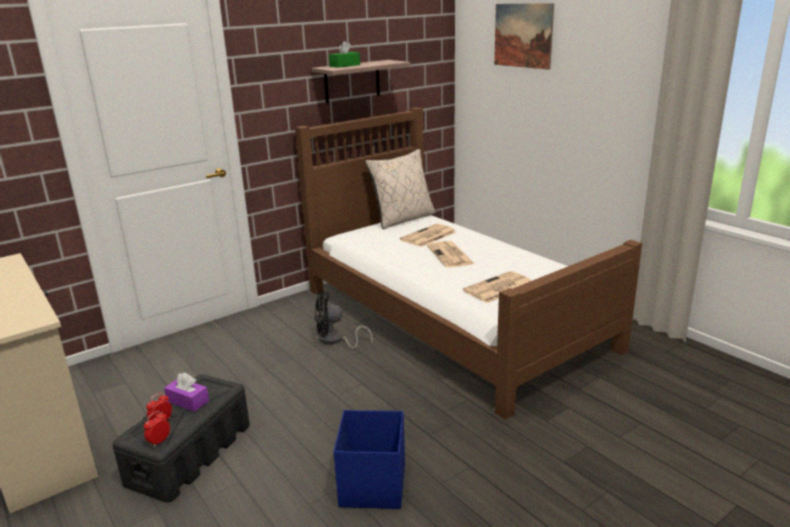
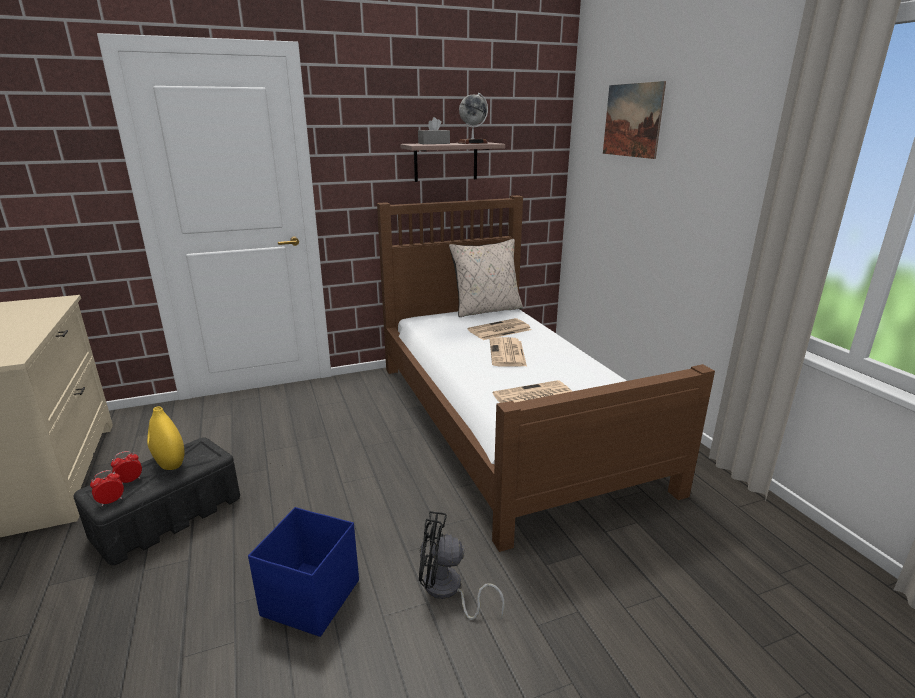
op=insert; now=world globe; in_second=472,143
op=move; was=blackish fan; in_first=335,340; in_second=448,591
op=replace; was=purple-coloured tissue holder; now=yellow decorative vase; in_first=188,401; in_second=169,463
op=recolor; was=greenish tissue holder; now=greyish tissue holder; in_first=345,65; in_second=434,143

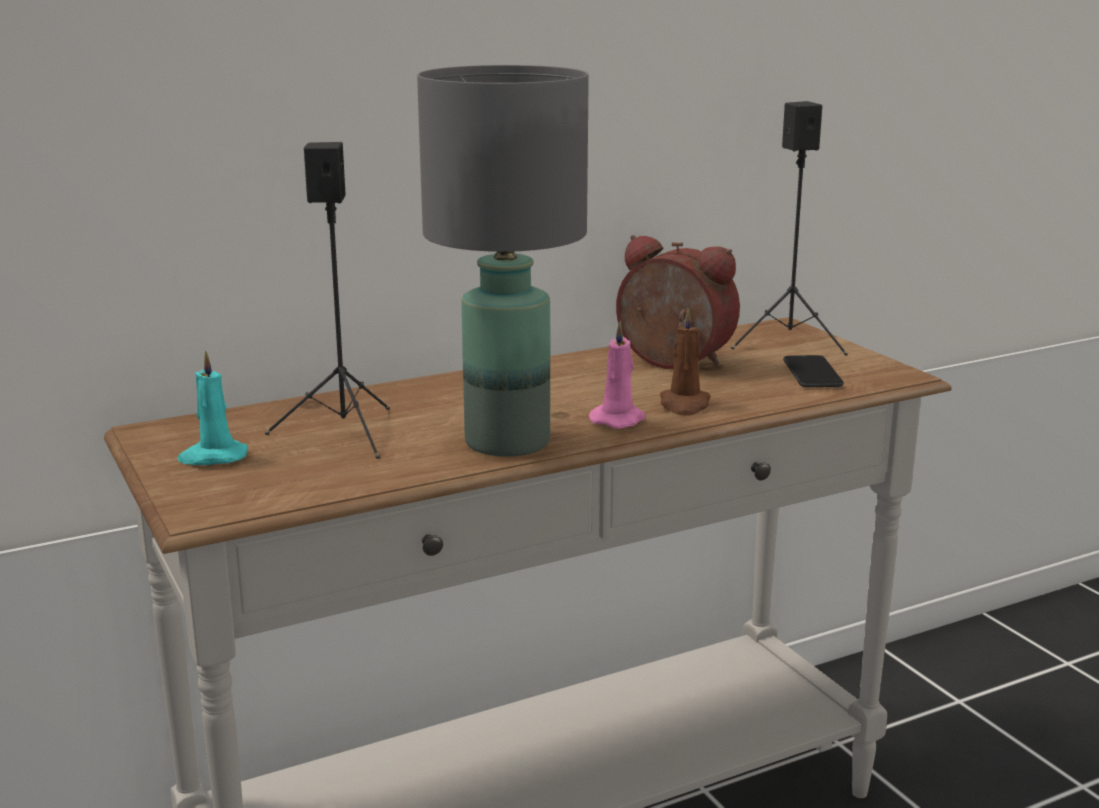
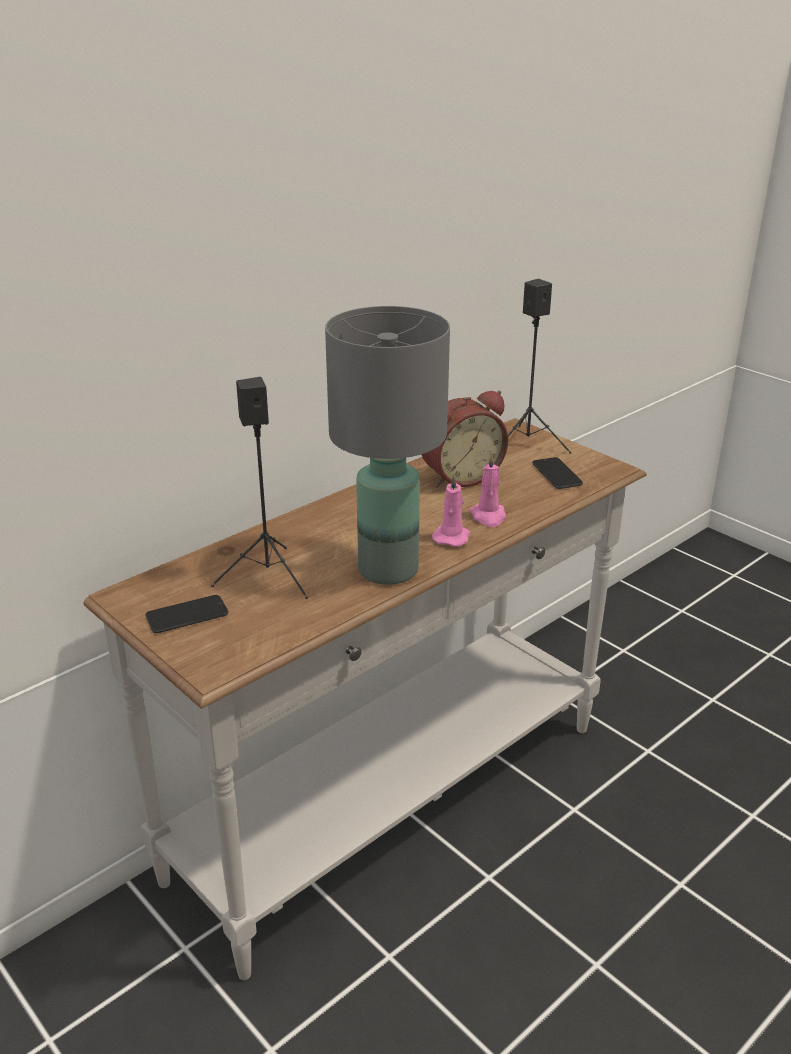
op=replace; was=blue-green wax light; now=telephone; in_first=213,457; in_second=187,615
op=recolor; was=brown wax light; now=pink-coloured wax light; in_first=684,405; in_second=488,517
op=rotate; was=table clock; in_first=672,363; in_second=459,476; clockwise=135

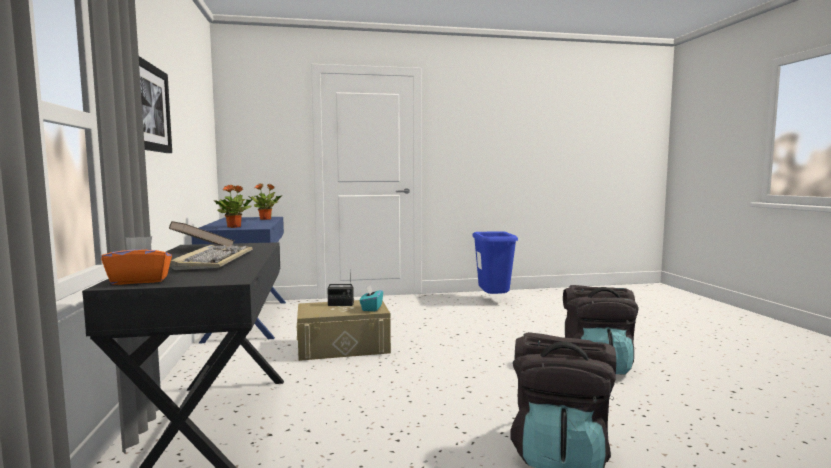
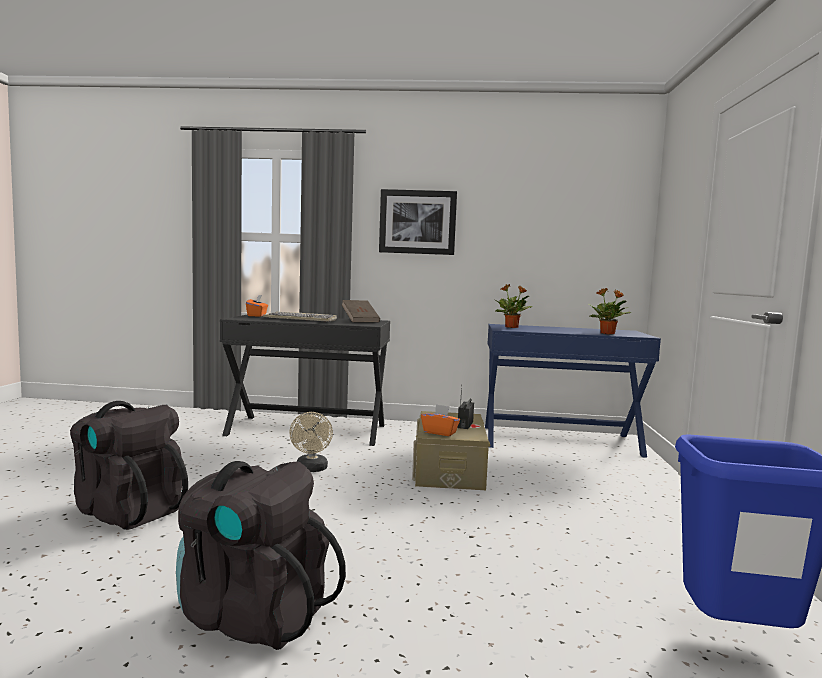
op=insert; now=beige fan; in_second=311,469
op=recolor; was=blue-green tissue holder; now=orange-coloured tissue holder; in_first=371,308; in_second=440,432

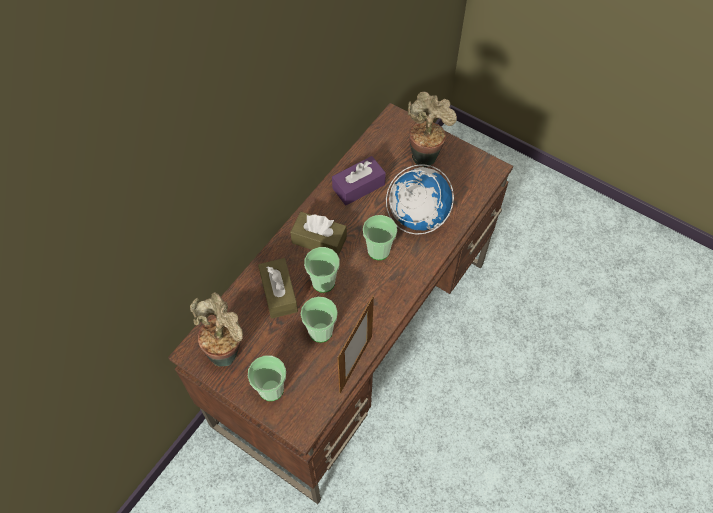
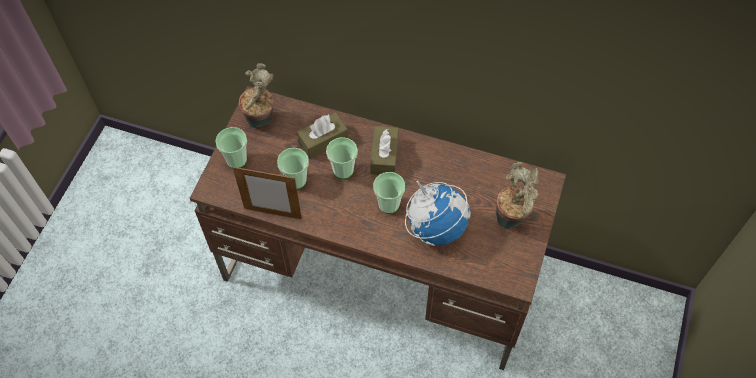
op=delete; was=purple-coloured tissue holder; in_first=358,186

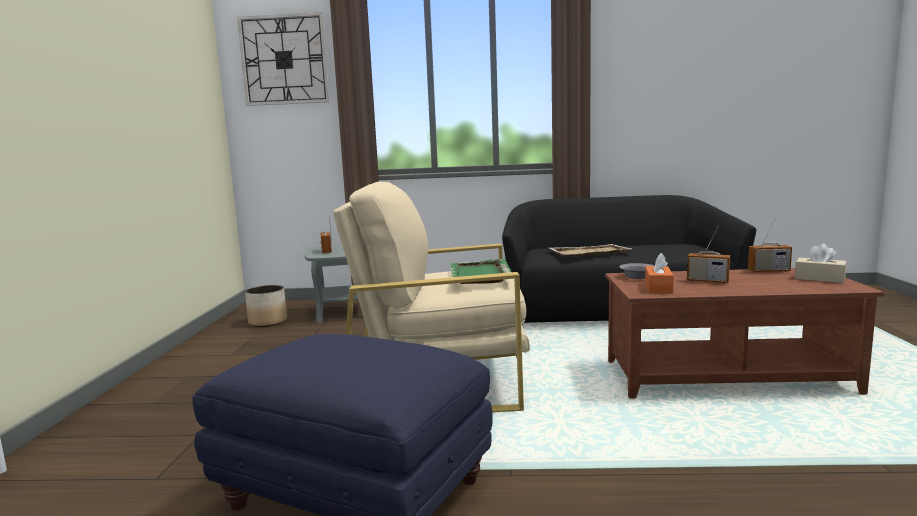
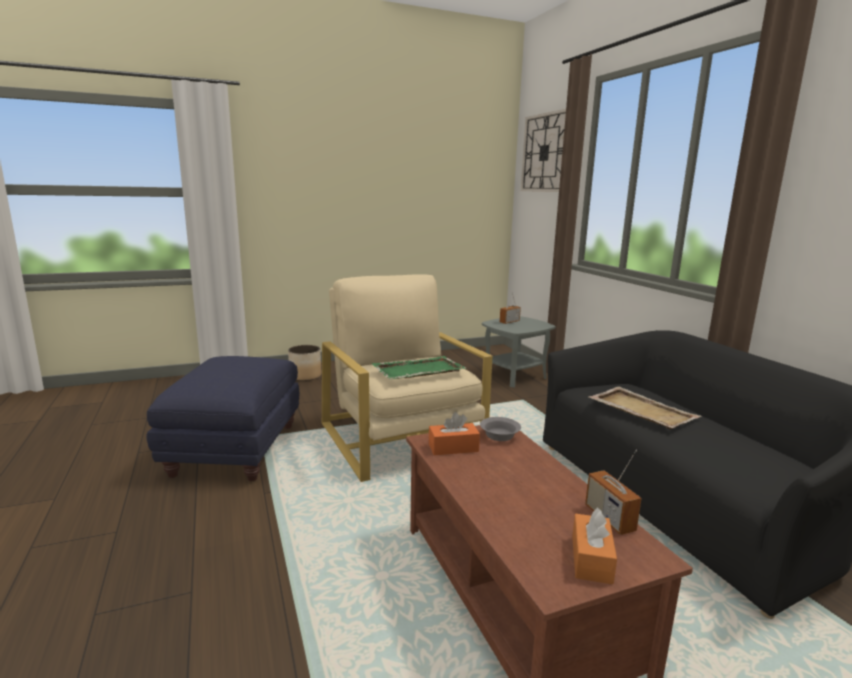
op=delete; was=radio set; in_first=707,281
op=move; was=plant pot; in_first=268,322; in_second=305,376
op=recolor; was=beige tissue holder; now=orange-coloured tissue holder; in_first=819,278; in_second=591,559

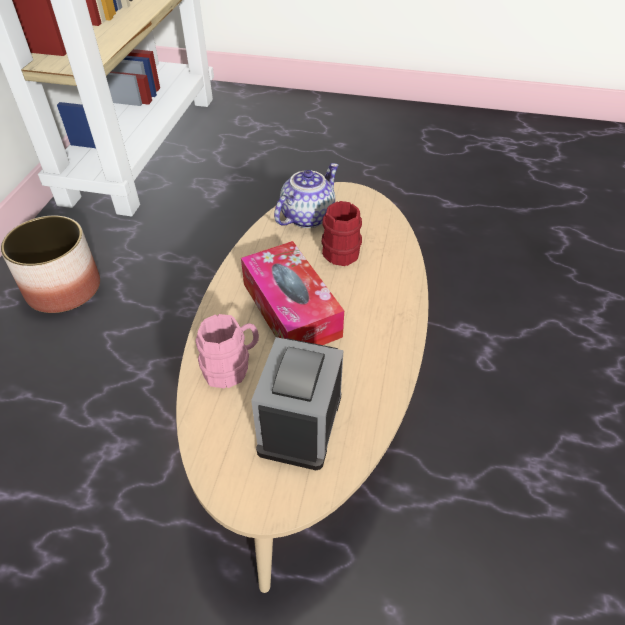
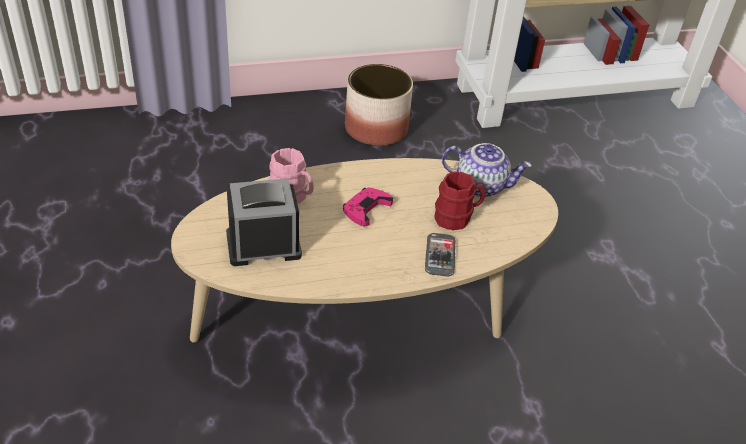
op=insert; now=telephone; in_second=440,256
op=replace; was=tissue holder; now=pink-coloured gamepad; in_first=291,310; in_second=366,209

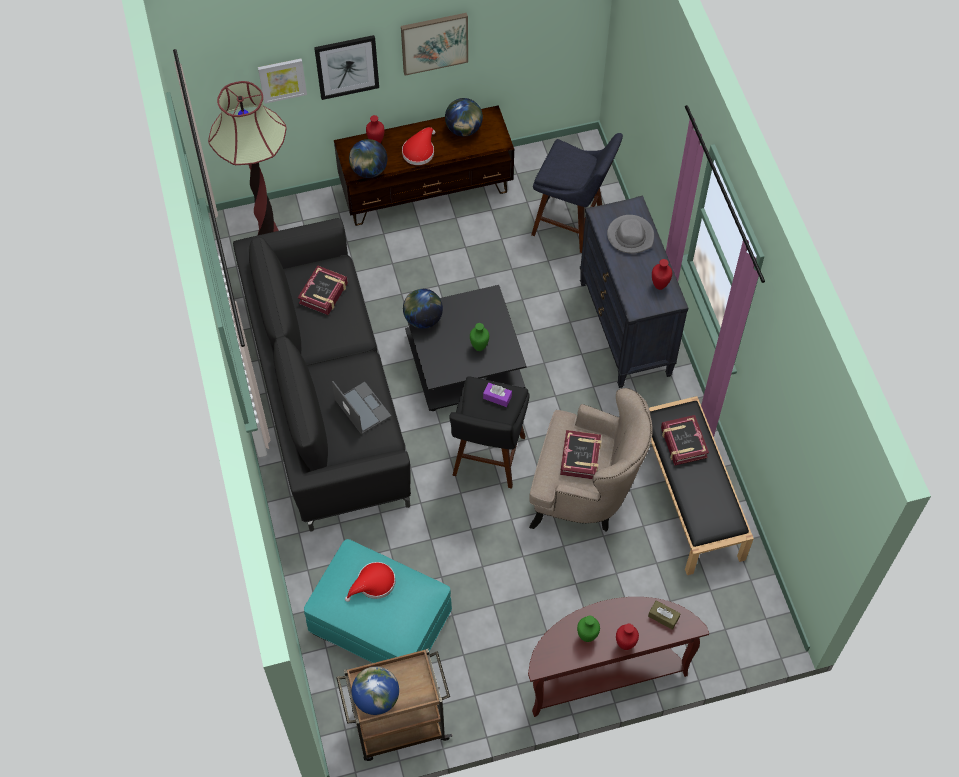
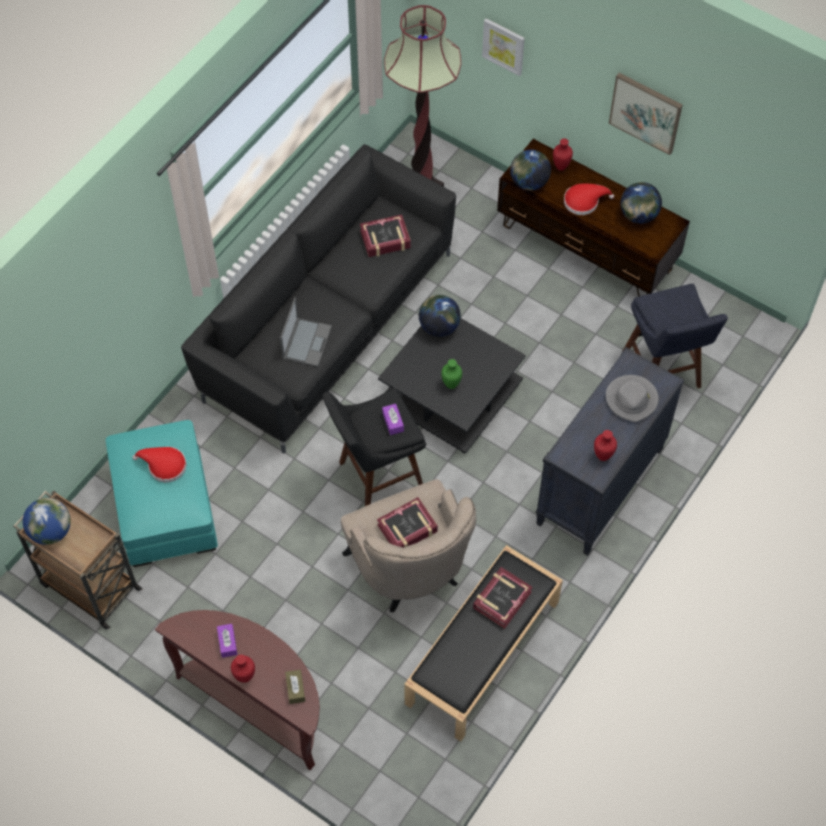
op=delete; was=picture; in_first=347,66
op=replace; was=greenish decorative vase; now=purple-coloured tissue holder; in_first=586,637; in_second=227,643

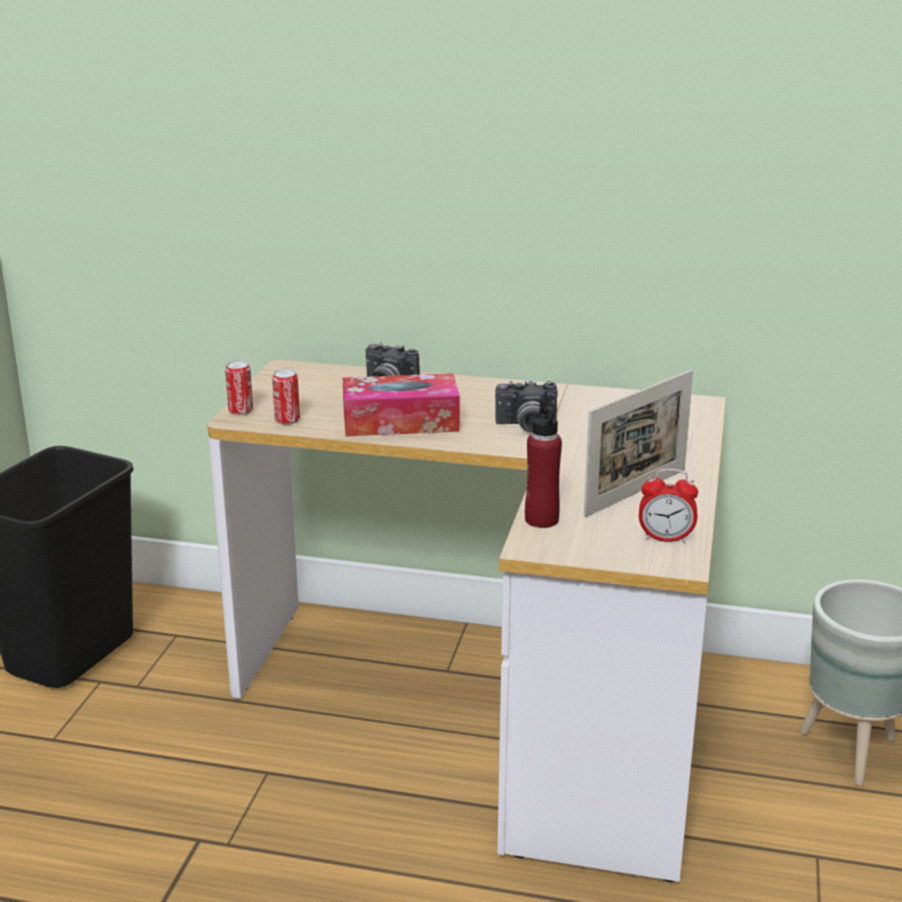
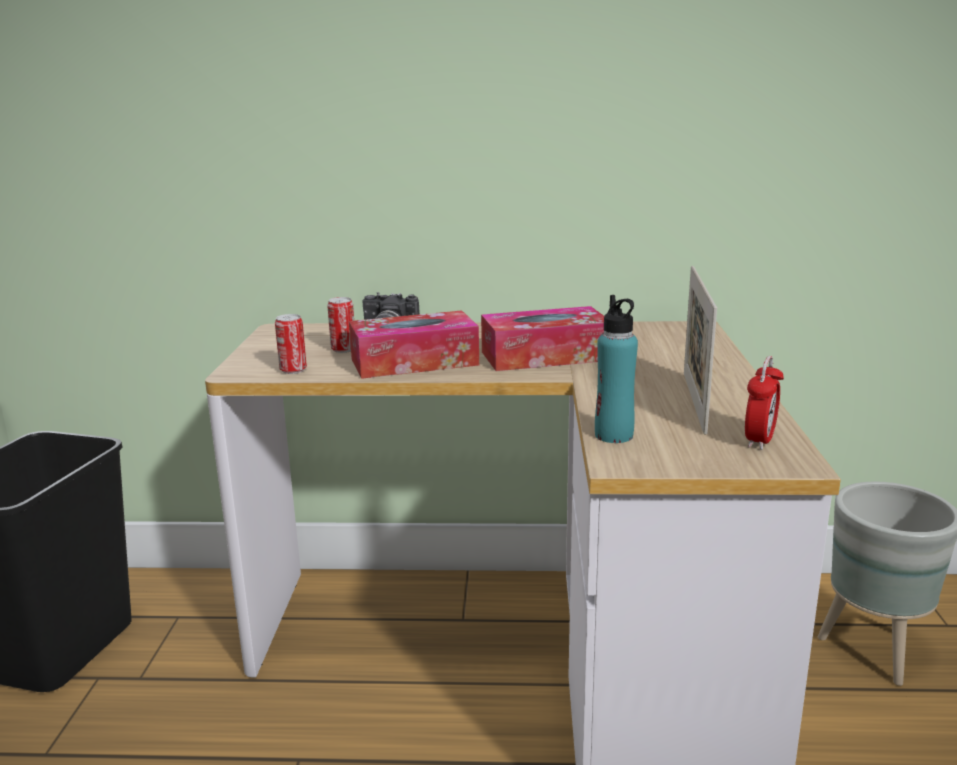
op=move; was=sealed can; in_first=240,411; in_second=343,349
op=replace; was=still camera; now=tissue holder; in_first=526,426; in_second=545,356
op=recolor; was=red-coloured beverage bottle; now=blue-green beverage bottle; in_first=541,520; in_second=614,435
op=rotate; was=photo frame; in_first=635,492; in_second=694,401; clockwise=150
op=rotate; was=table clock; in_first=665,538; in_second=759,440; clockwise=-60

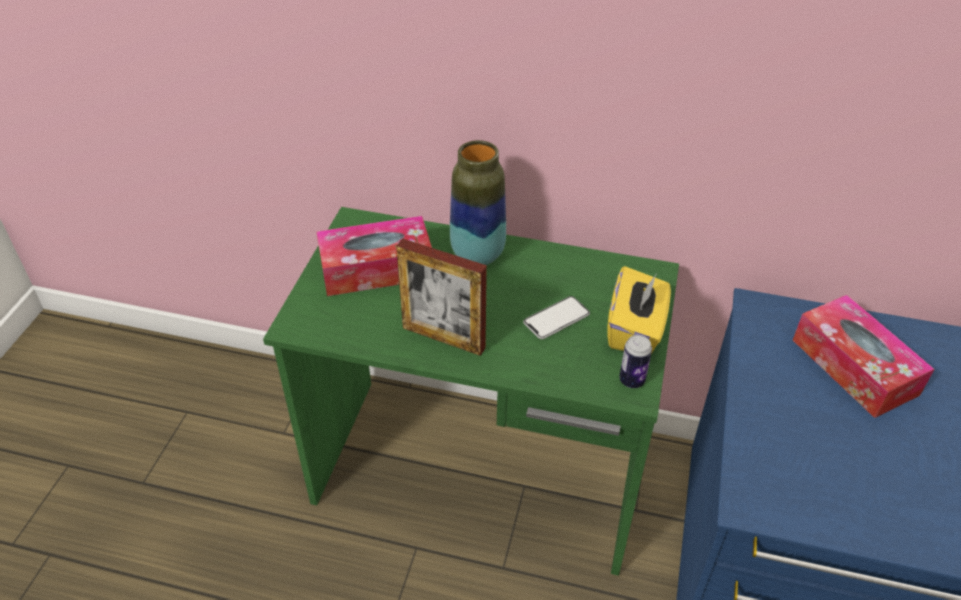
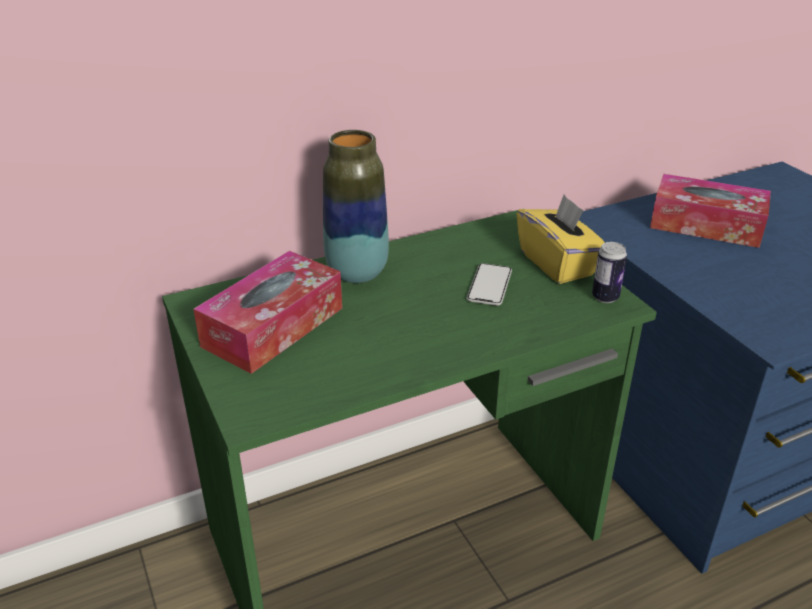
op=delete; was=photo frame; in_first=443,337

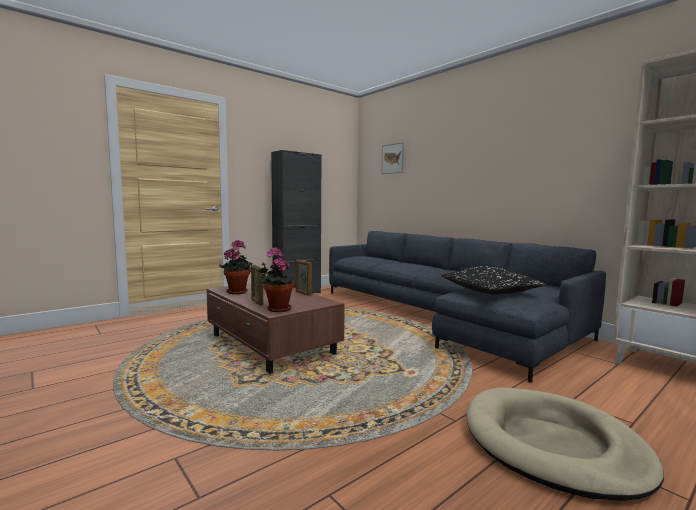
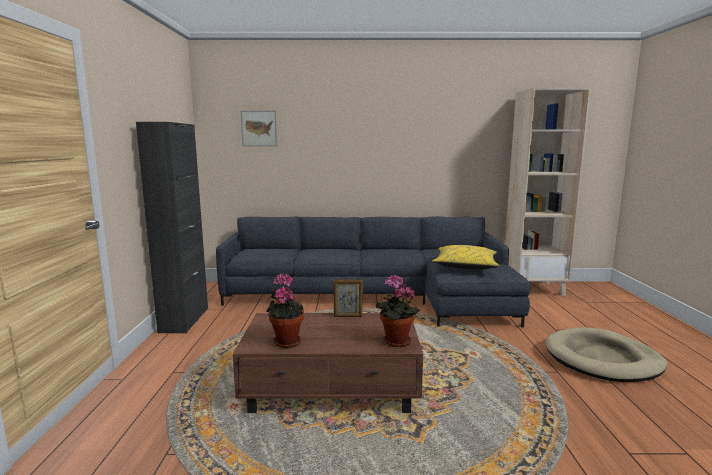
op=delete; was=photo frame; in_first=257,302
op=recolor; was=blackish throw pillow; now=yellow throw pillow; in_first=490,292; in_second=465,266

